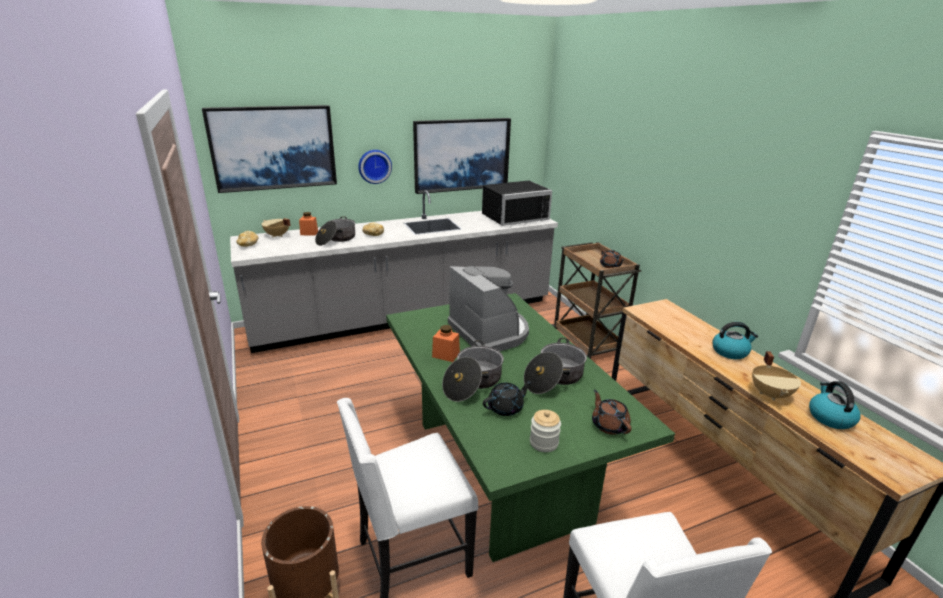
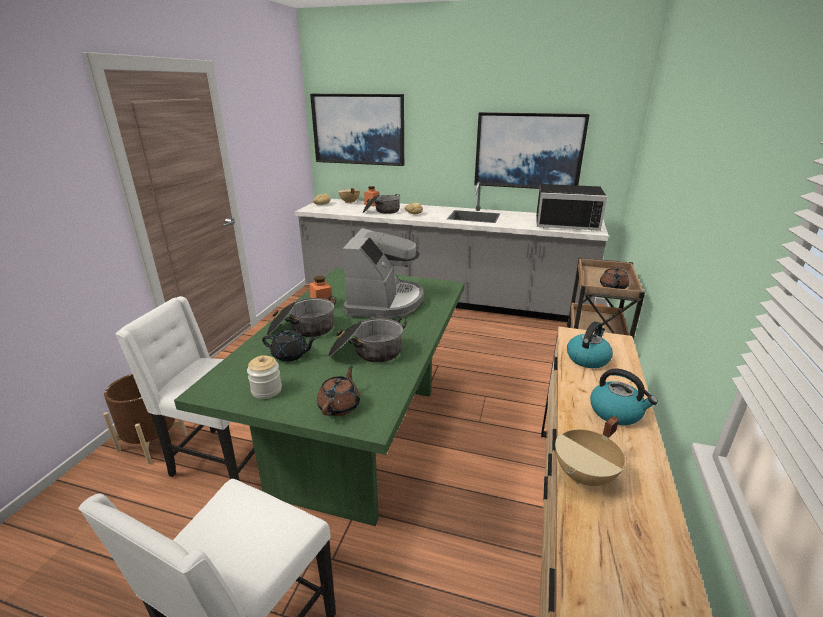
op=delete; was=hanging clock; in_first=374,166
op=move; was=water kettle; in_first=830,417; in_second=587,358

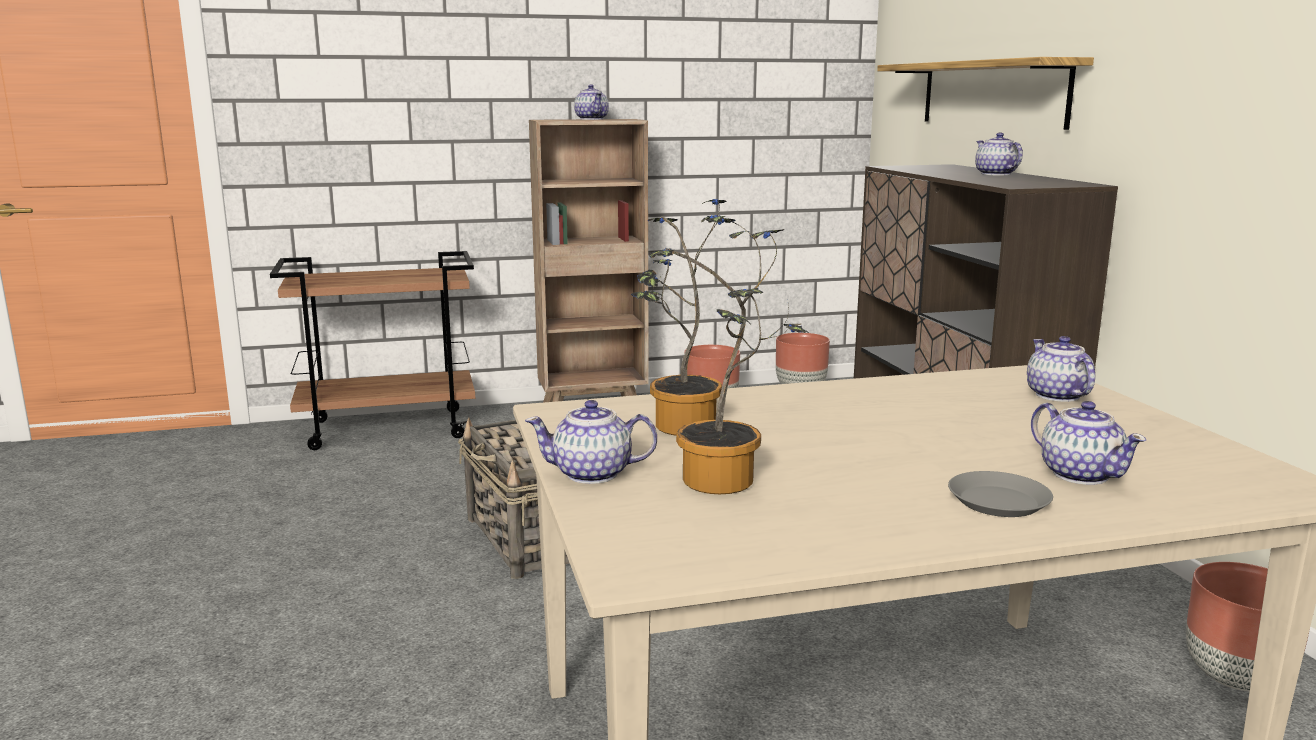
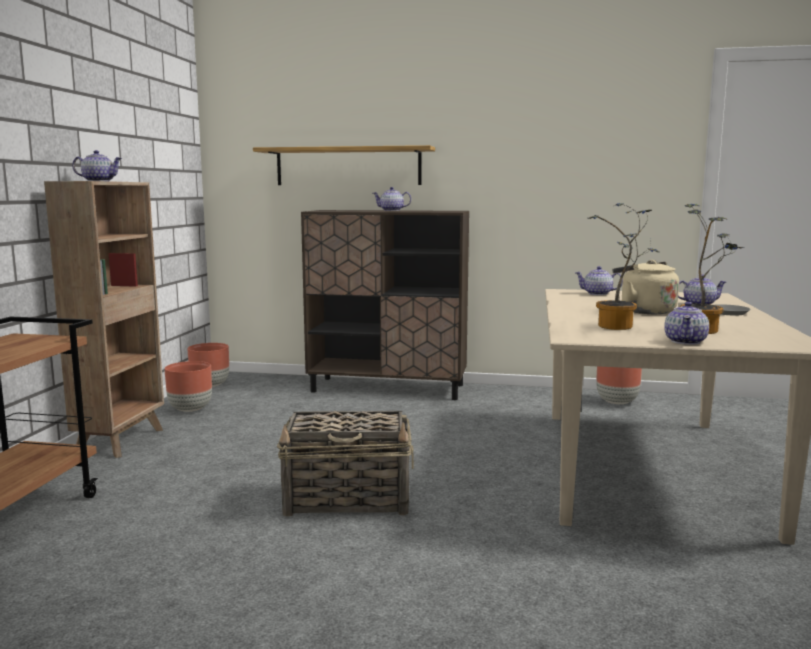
op=insert; now=beige water kettle; in_second=644,311

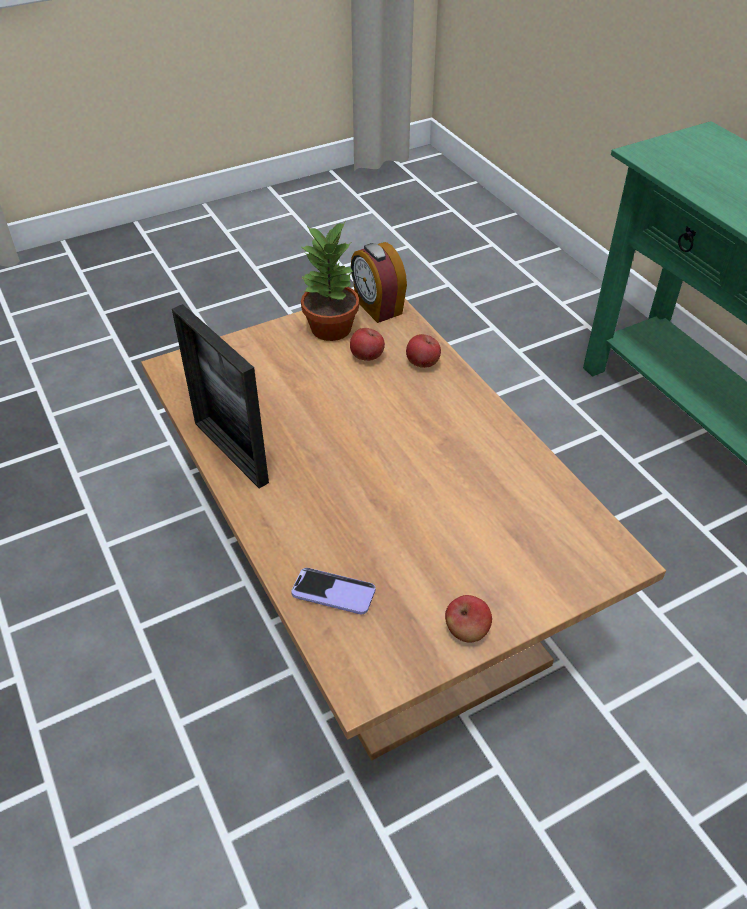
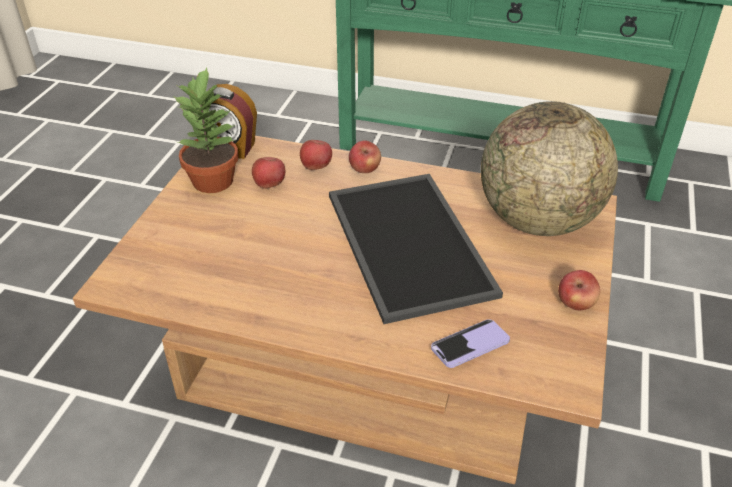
op=delete; was=photo frame; in_first=230,452
op=insert; now=serving tray; in_second=405,242
op=insert; now=apple; in_second=364,170
op=insert; now=world globe; in_second=538,220

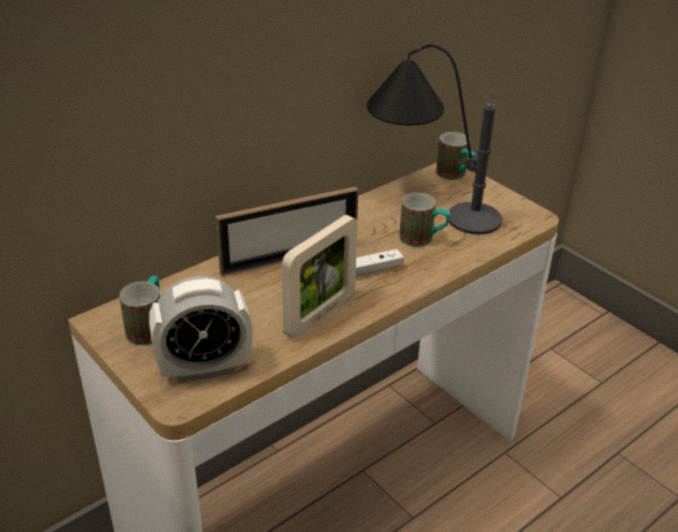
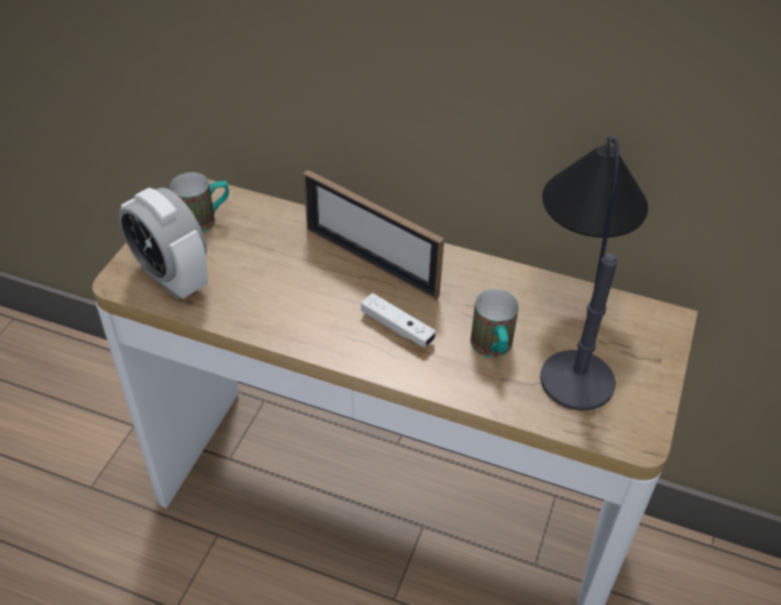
op=delete; was=photo frame; in_first=320,315
op=delete; was=coffee mug; in_first=455,175

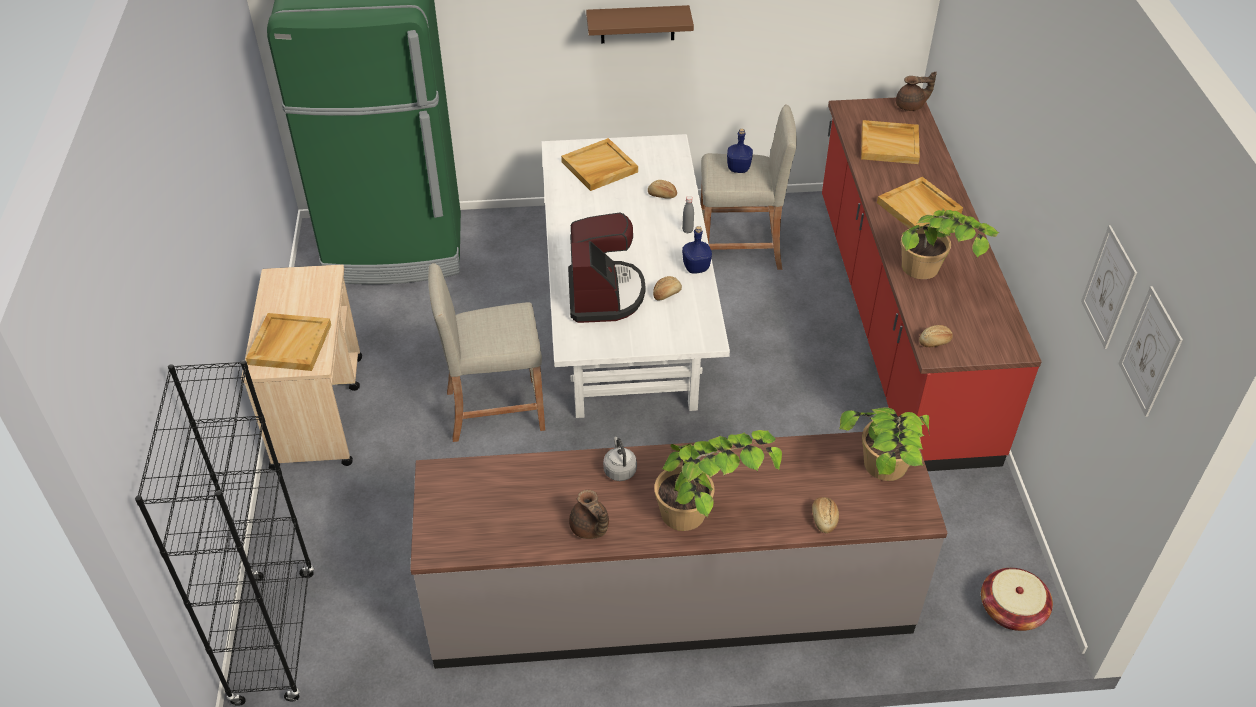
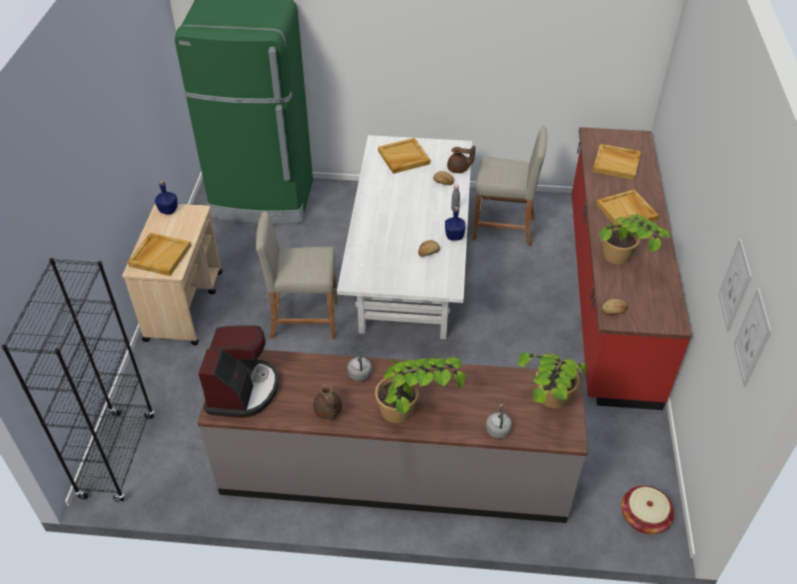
op=delete; was=brown wall shelf; in_first=637,24
op=move; was=coffee maker; in_first=604,295; in_second=242,390
op=move; was=blue beverage bottle; in_first=739,168; in_second=169,210
op=move; was=brown teapot; in_first=911,106; in_second=459,169
op=replace; was=bread; now=greyish water kettle; in_first=824,519; in_second=498,429

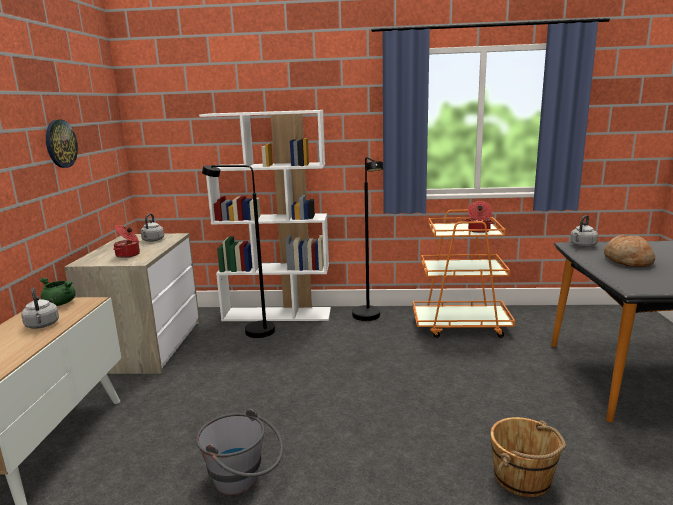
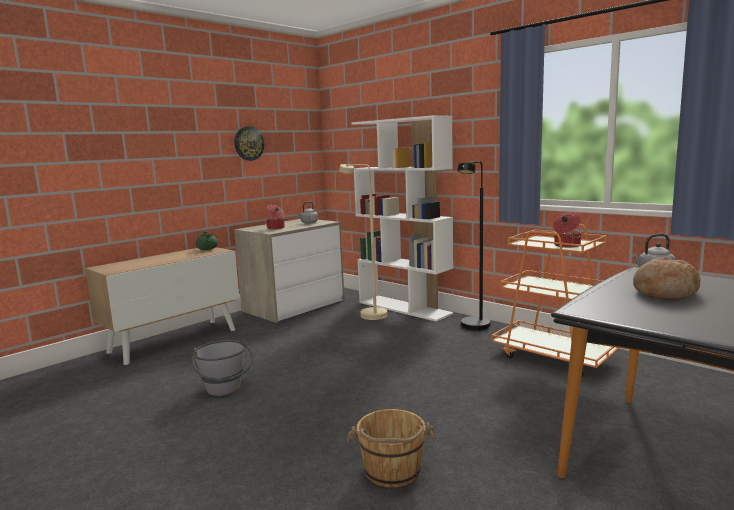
op=delete; was=greyish water kettle; in_first=42,325
op=recolor; was=blackish standing lamp; now=beige standing lamp; in_first=251,331; in_second=368,314

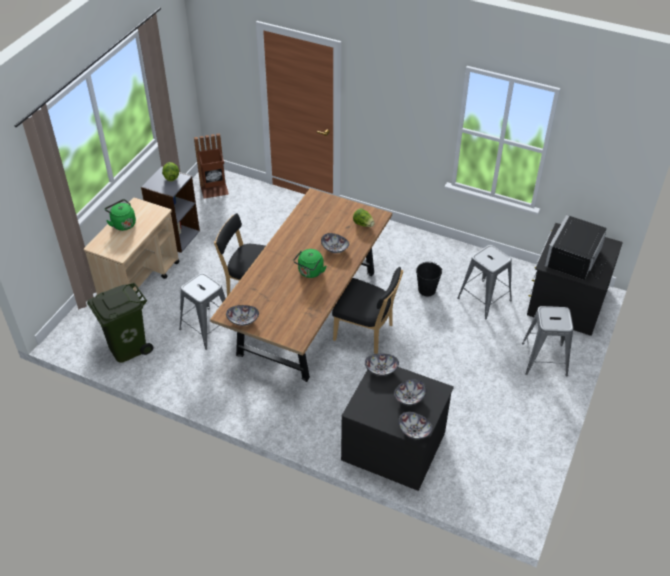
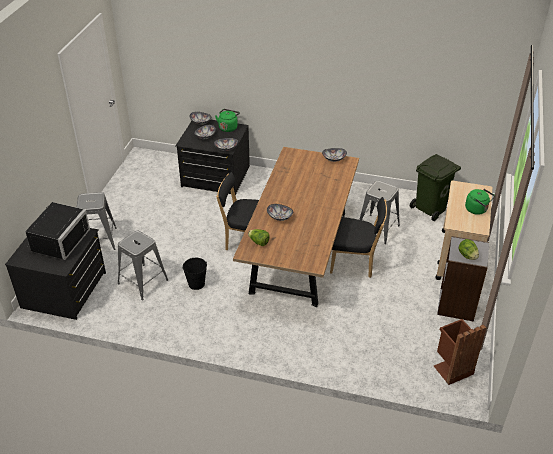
op=move; was=greenish water kettle; in_first=310,272; in_second=228,127

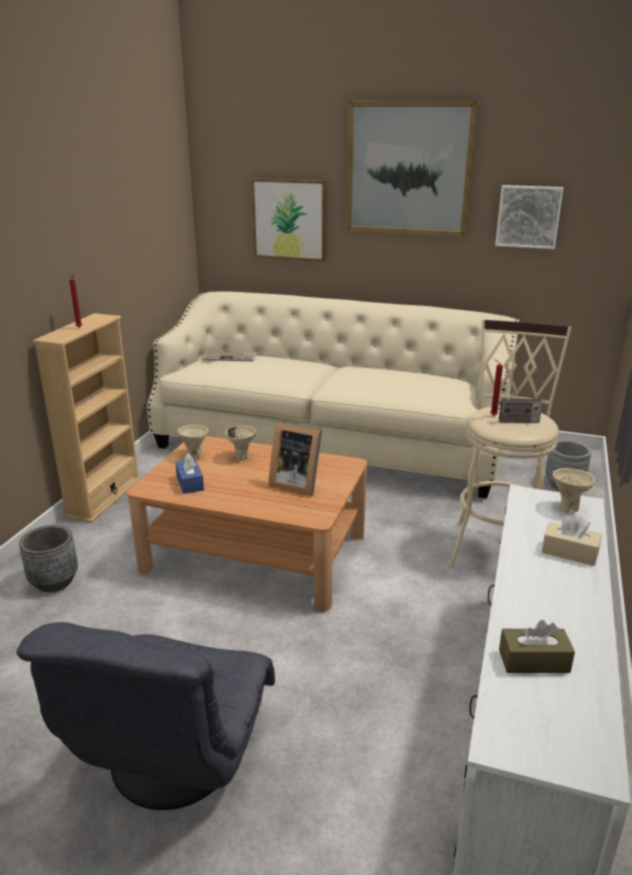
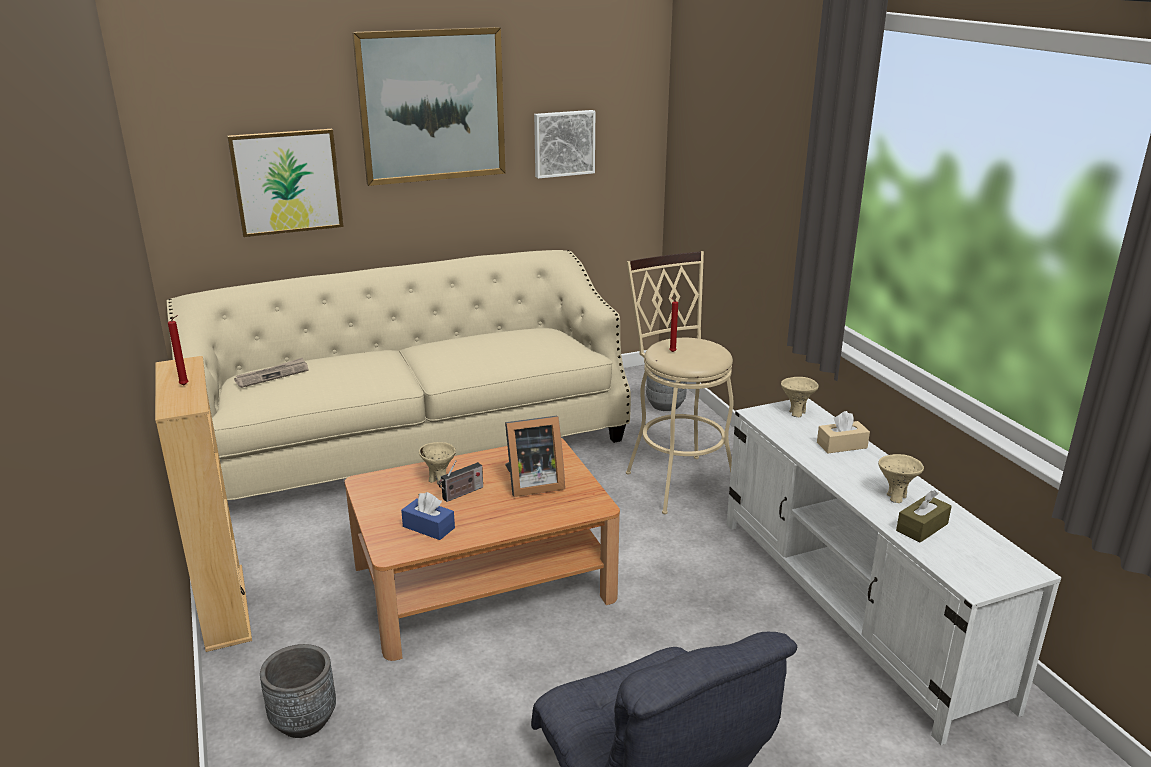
op=move; was=beige deep dish; in_first=194,456; in_second=896,497
op=move; was=radio set; in_first=517,421; in_second=461,494

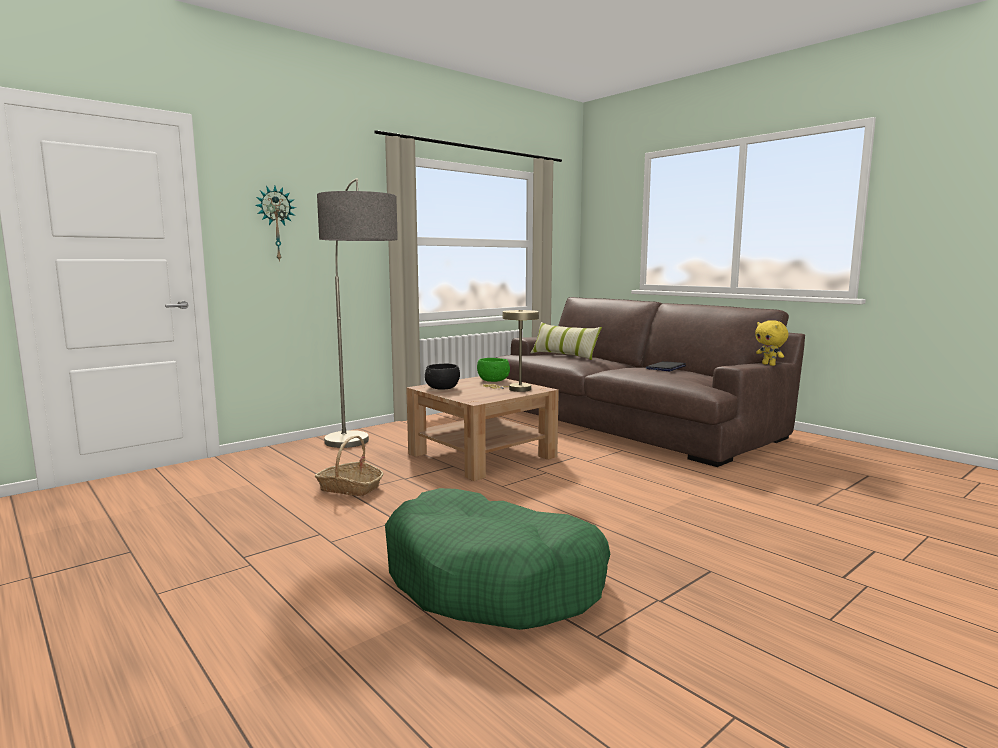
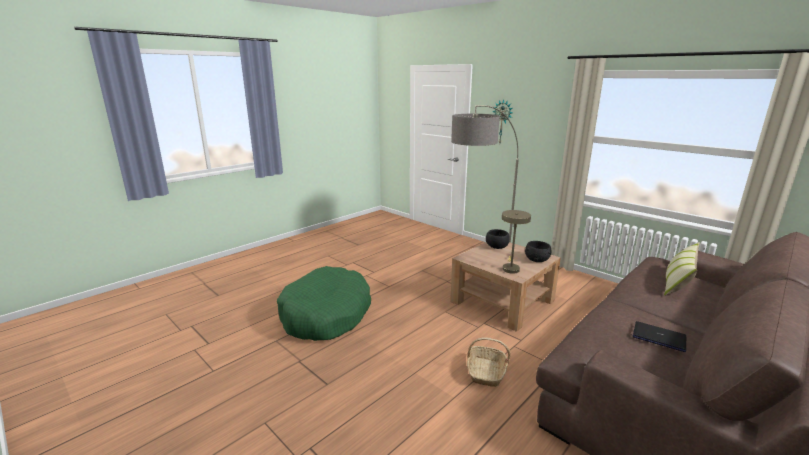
op=delete; was=yellow plush toy; in_first=769,364
op=move; was=storage basket; in_first=350,488; in_second=486,372
op=recolor; was=greenish deep dish; now=blackish deep dish; in_first=493,380; in_second=537,260

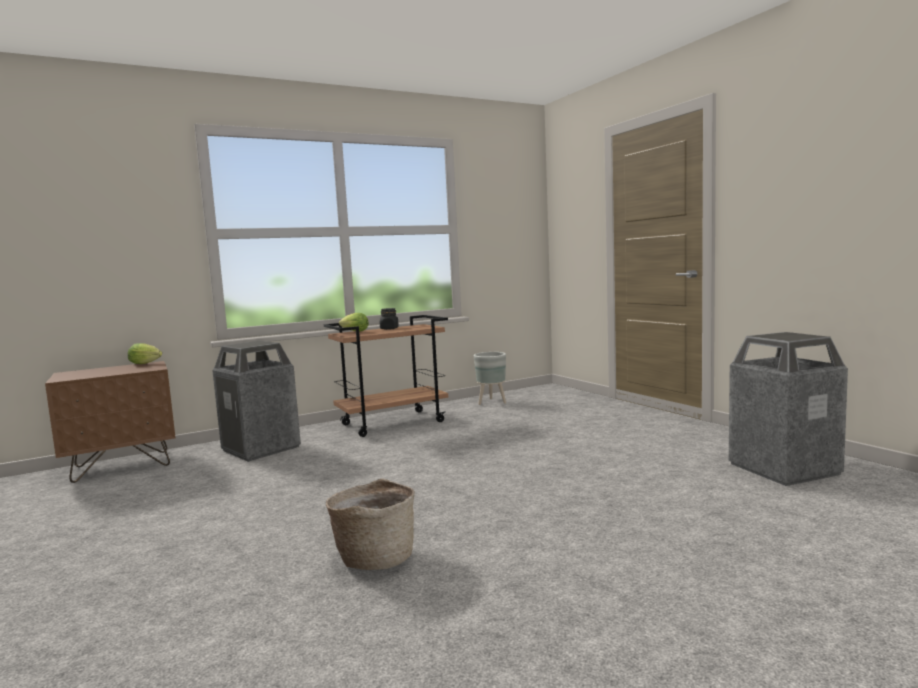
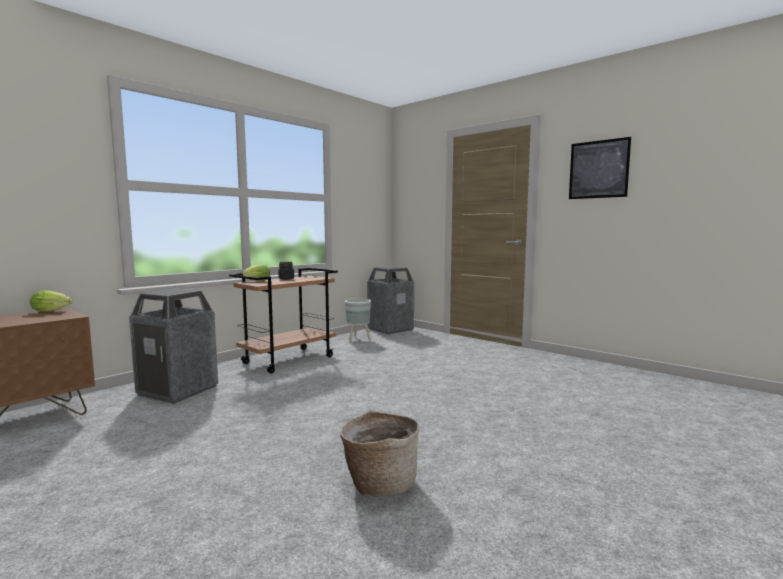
op=insert; now=picture; in_second=598,169
op=move; was=waste bin; in_first=783,469; in_second=390,329

